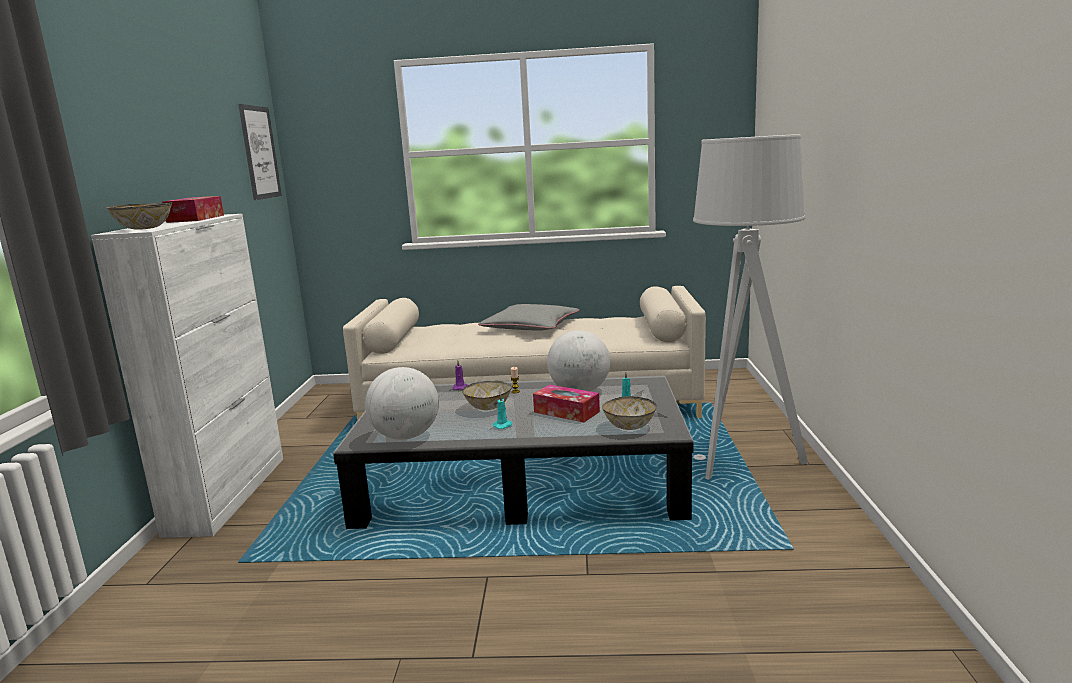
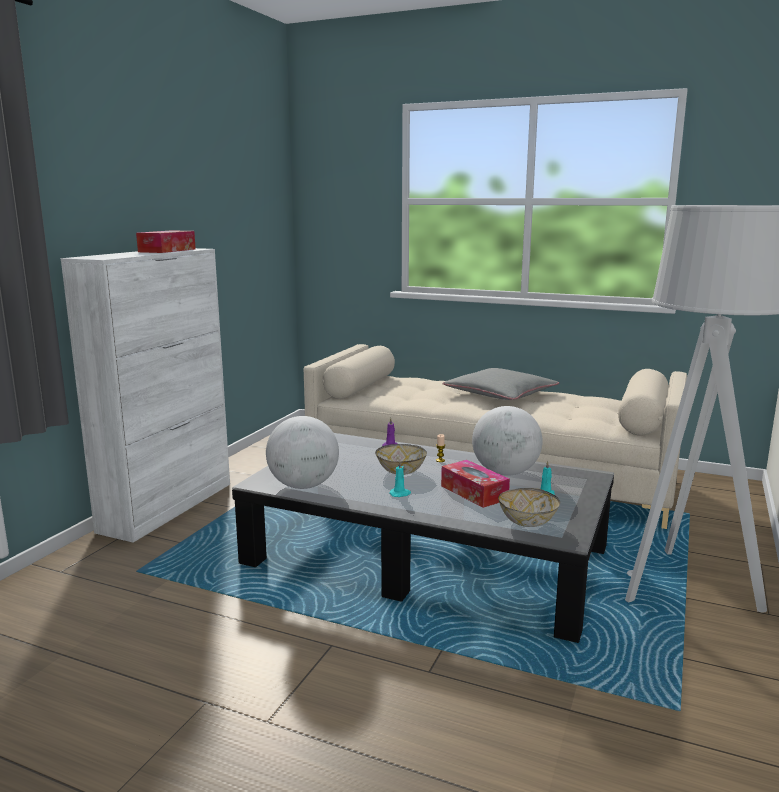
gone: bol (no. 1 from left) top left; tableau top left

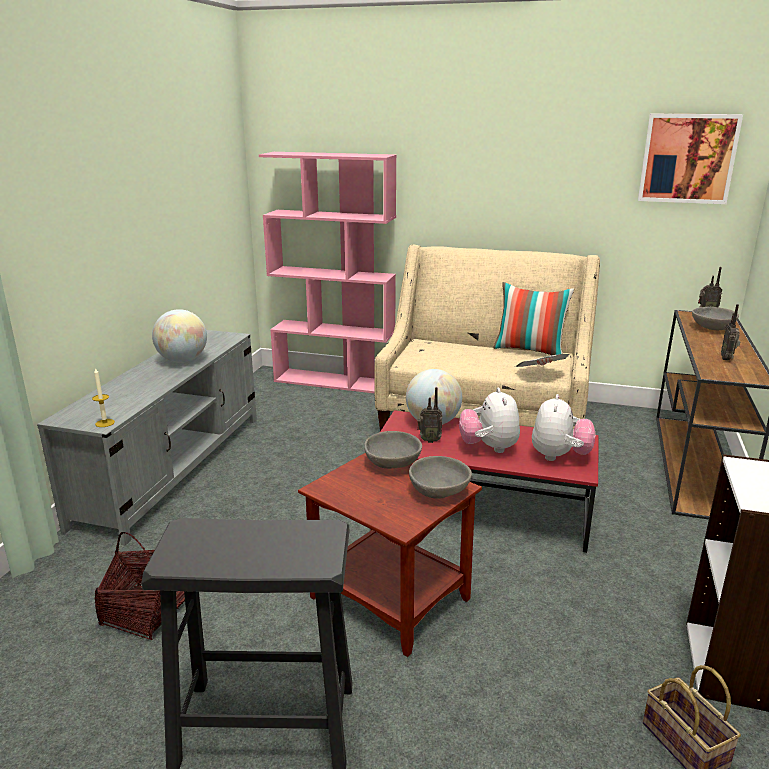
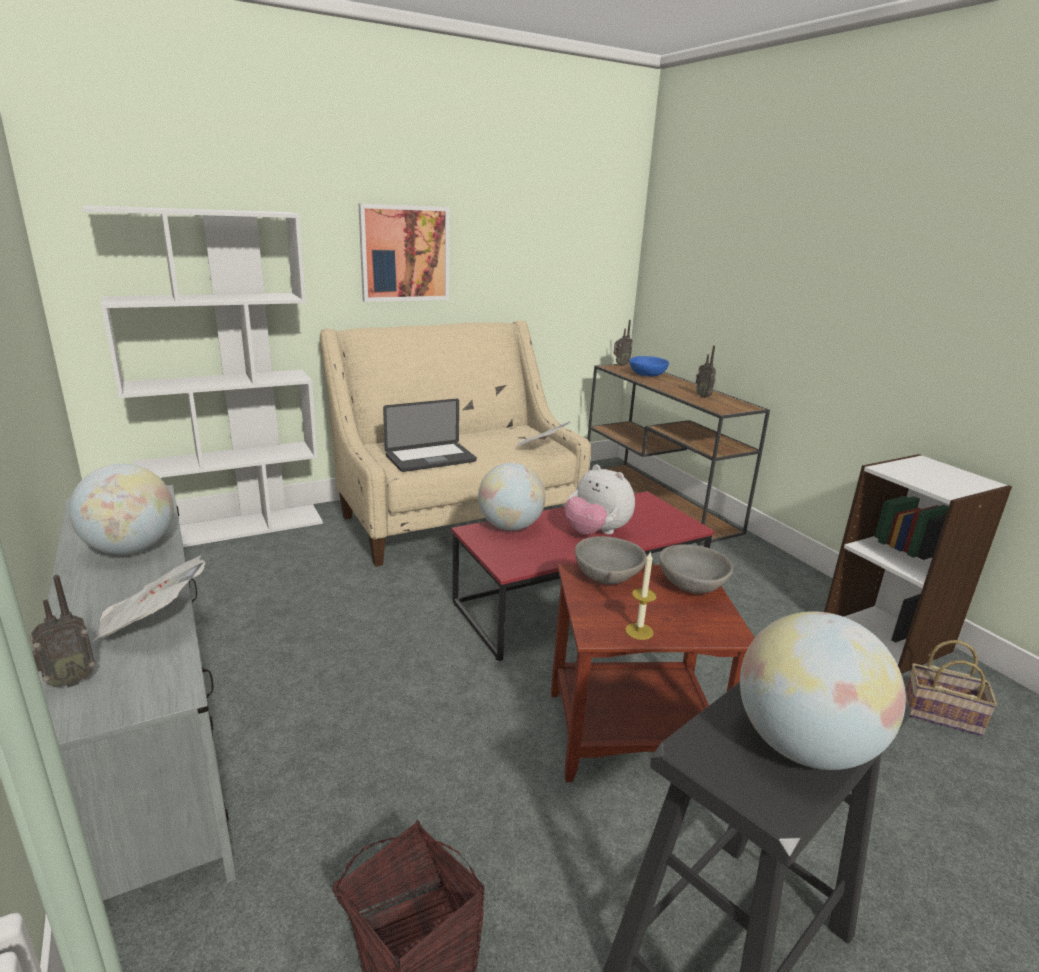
gone: coussin middle right; peluche (no. 2 from left) middle right
new: journal (no. 1 from left) middle left; ordinateur portable centre; globe (no. 3 from left) bottom right
shifted: bougie middle left to centre; radio (no. 1 from left) centre to middle left; tableau top right to top centre
repainted: bibliothèque/rose centre to bibliothèque/blanc (no. 1 from left) middle left; bol/gris (no. 3 from left) middle right to bol/bleu centre

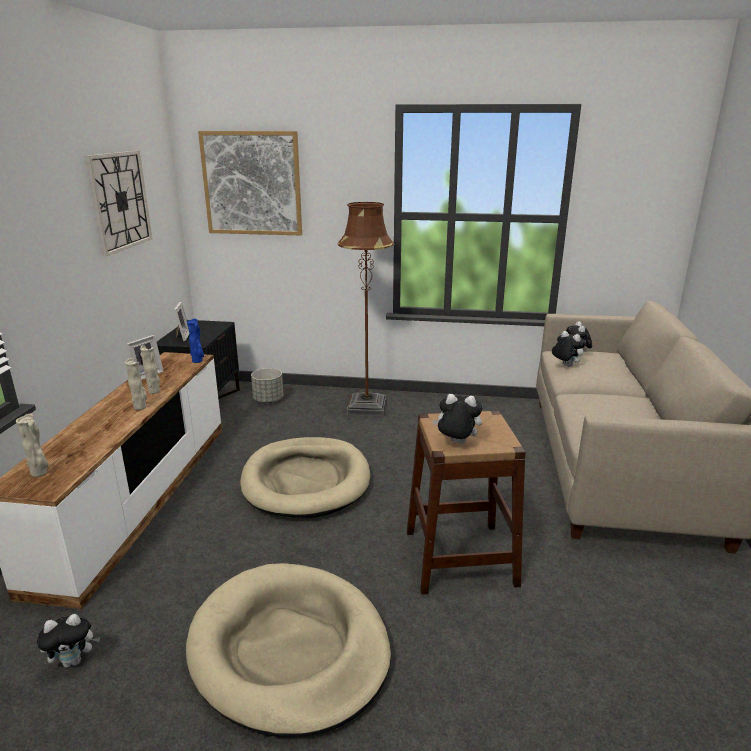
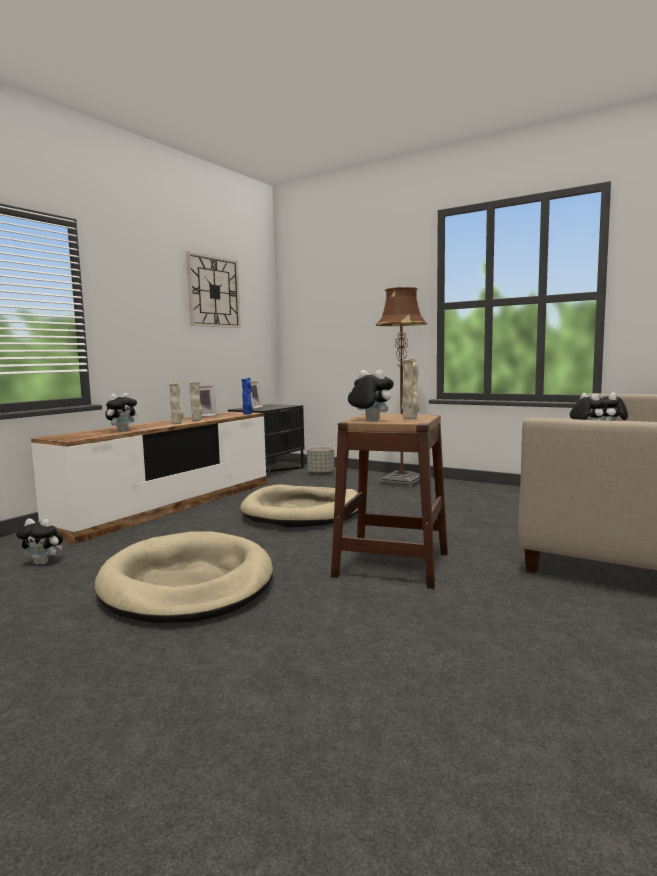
gone: tableau top left
new: peluche (no. 2 from left) middle left
shifted: vase/beige (no. 1 from left in the first image) middle left to vase/beige (no. 3 from left) centre

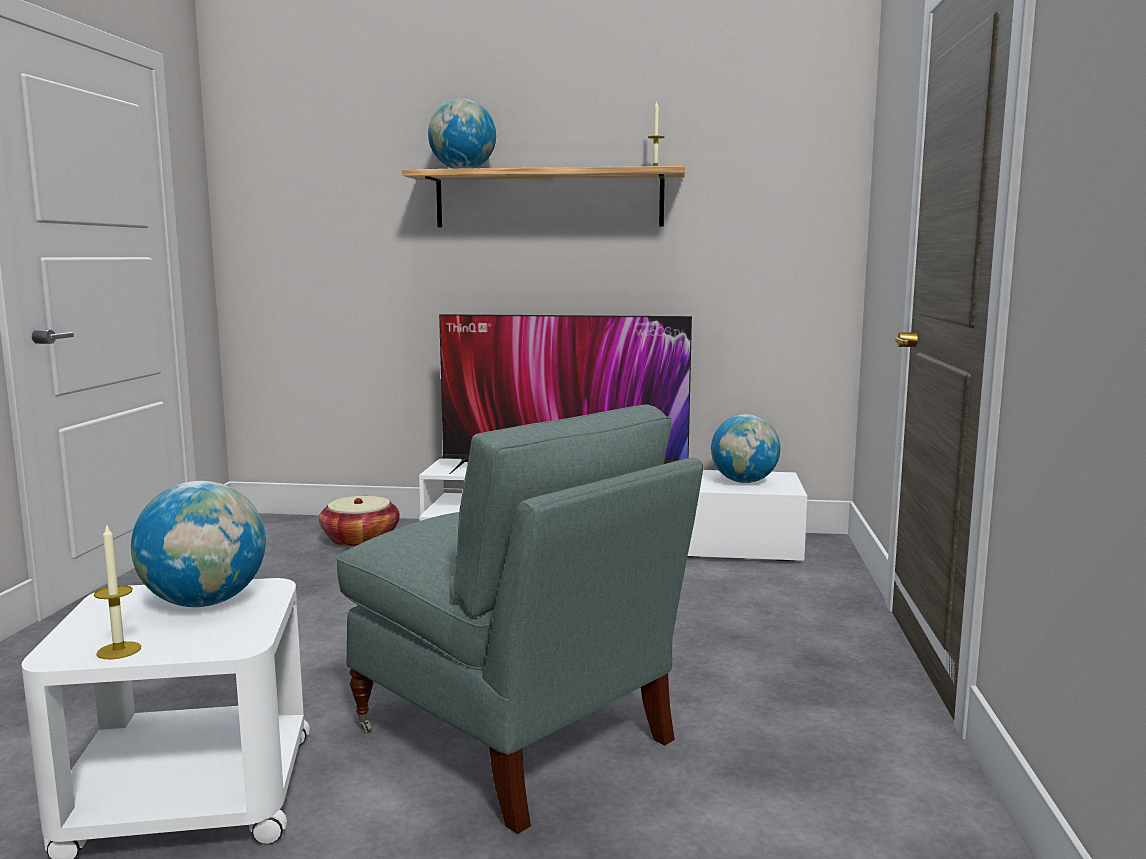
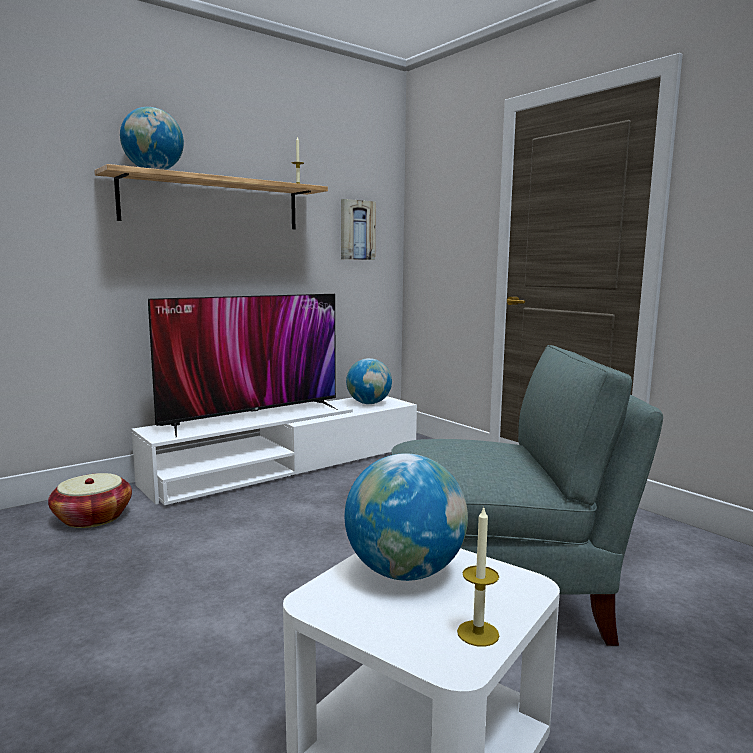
new: tableau top centre

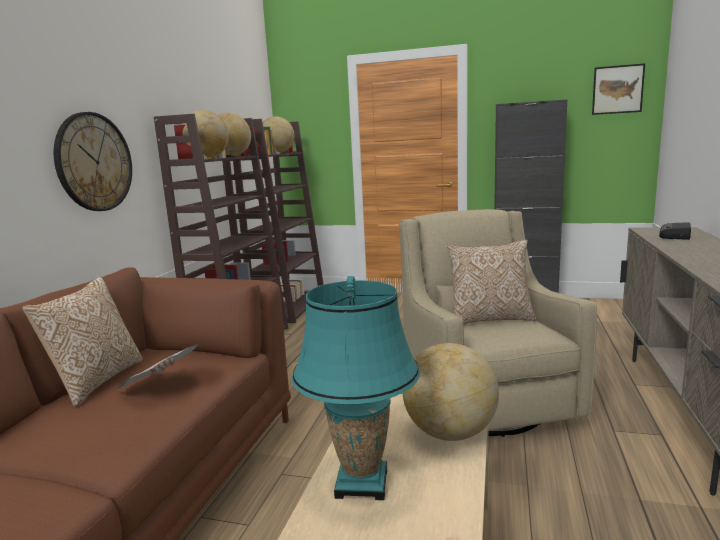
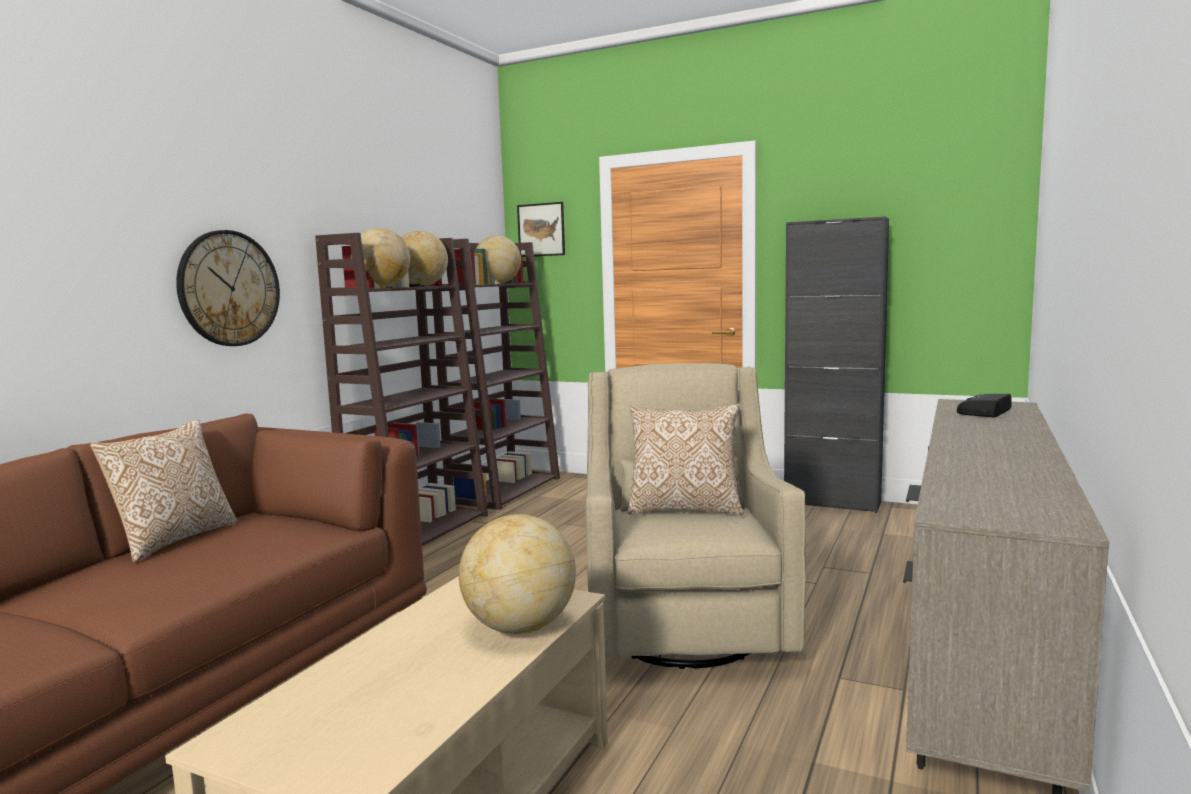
gone: journal bottom left; lampe de table/turquoise bottom centre
shifted: tableau top right to top centre

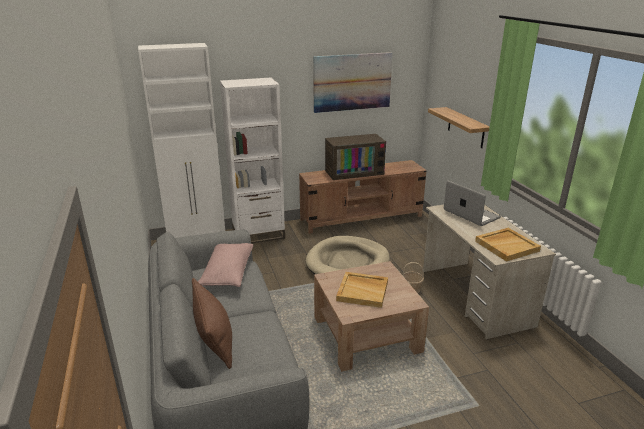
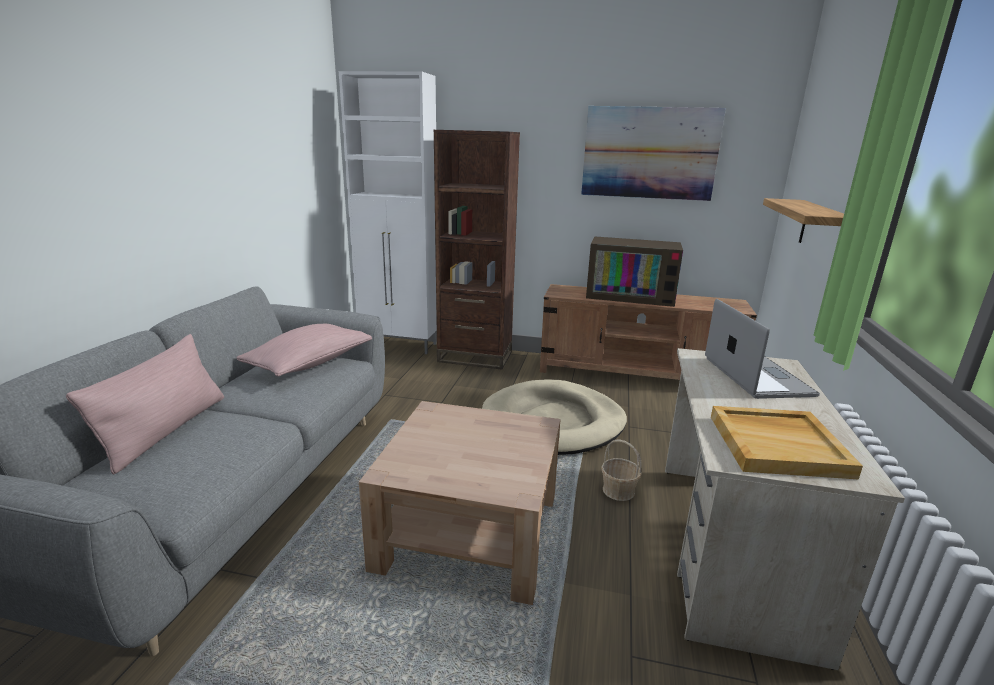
gone: plateau/beige (no. 1 from left) bottom centre
repainted: coussin/marron bottom left to coussin/rose (no. 1 from left) middle left; bibliothèque/blanc centre to bibliothèque/marron centre

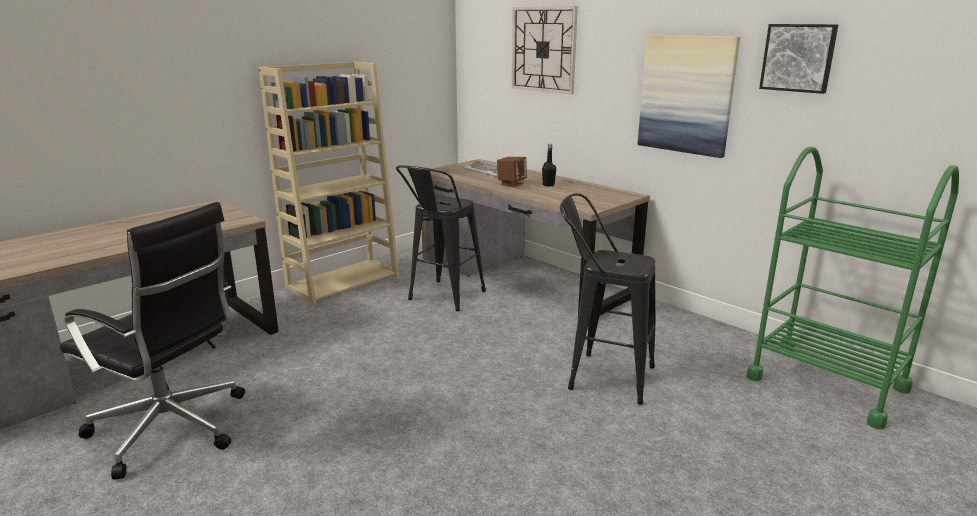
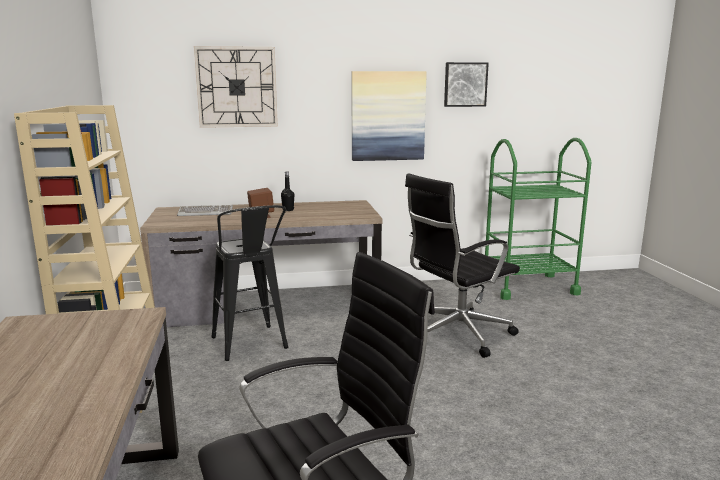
swapped: tabouret/noir (no. 2 from left) centre to chaise de bureau/noir (no. 2 from left) centre

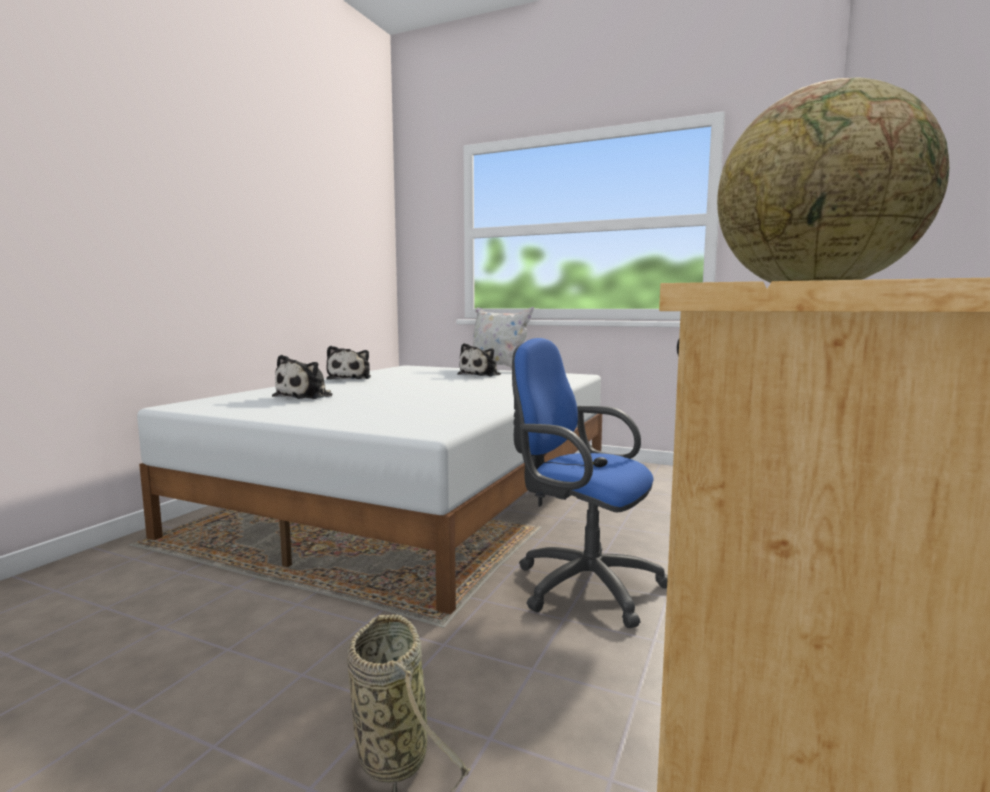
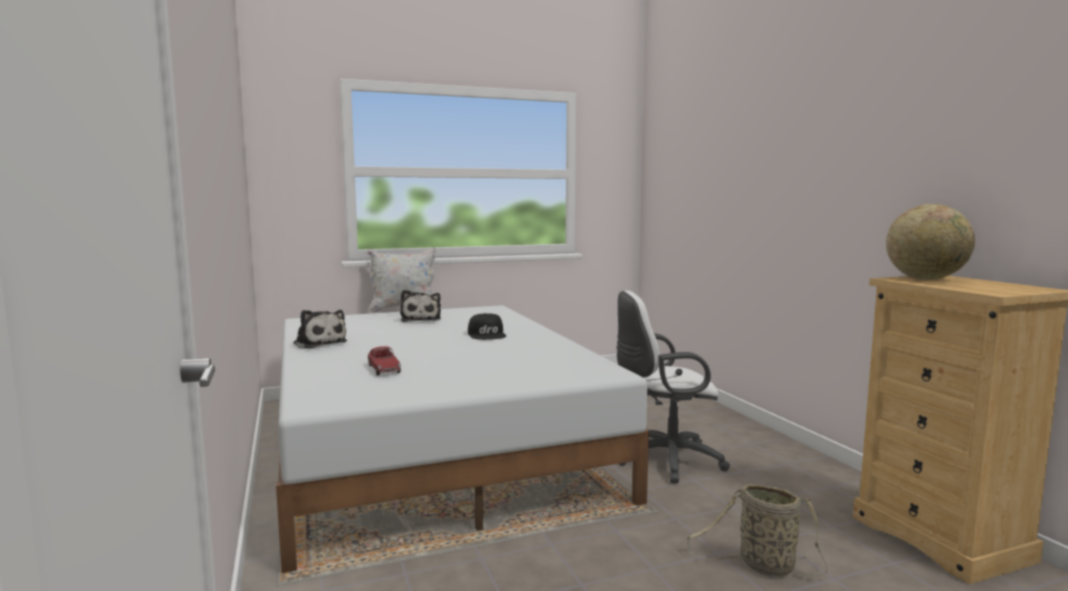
new: casquette/noir centre
swapped: peluche (no. 1 from left) middle left to petite voiture centre
repainted: chaise de bureau/bleu centre to chaise de bureau/blanc centre

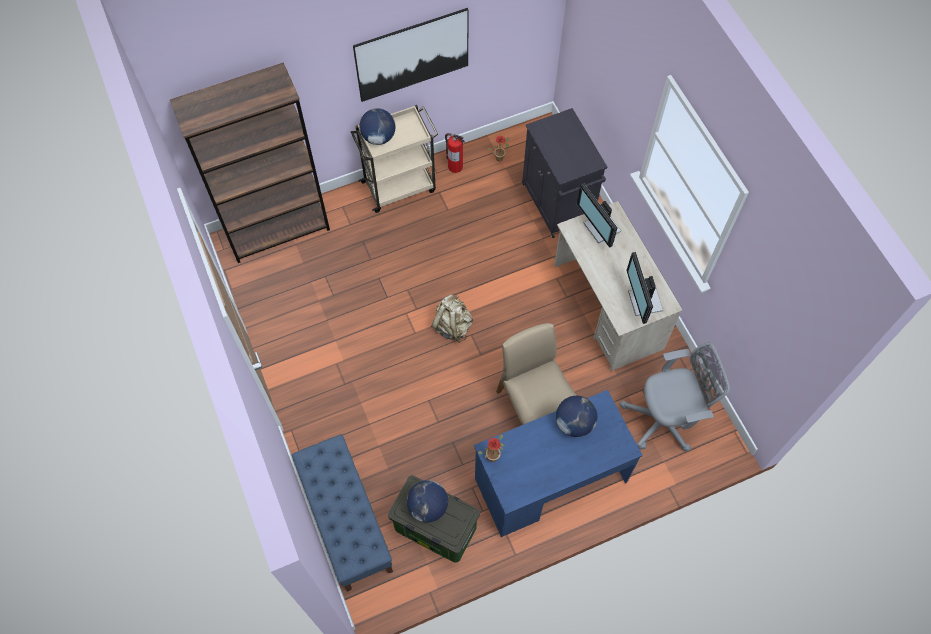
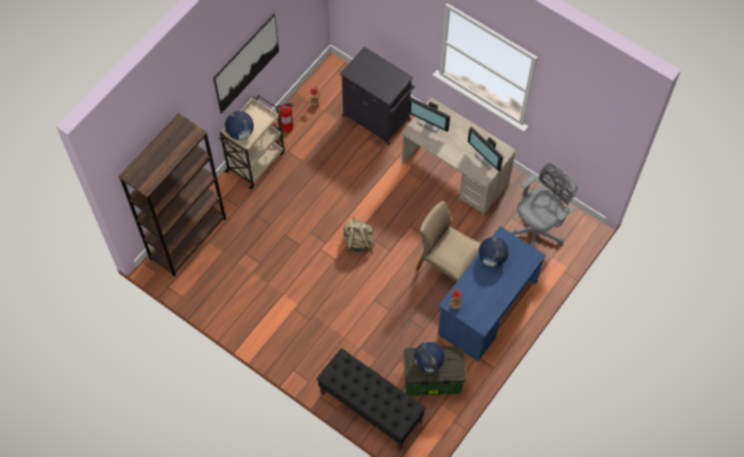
repainted: banc/bleu bottom centre to banc/noir bottom centre

